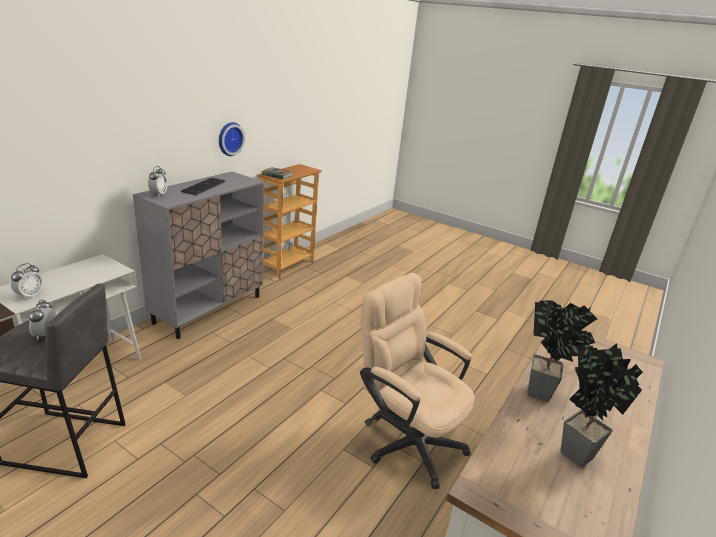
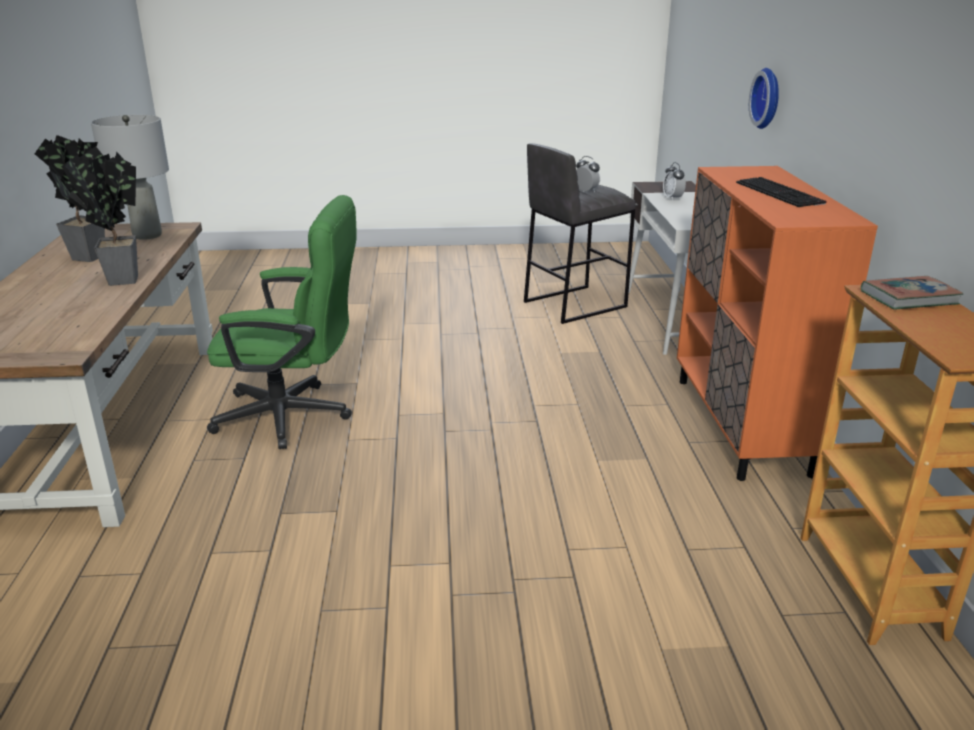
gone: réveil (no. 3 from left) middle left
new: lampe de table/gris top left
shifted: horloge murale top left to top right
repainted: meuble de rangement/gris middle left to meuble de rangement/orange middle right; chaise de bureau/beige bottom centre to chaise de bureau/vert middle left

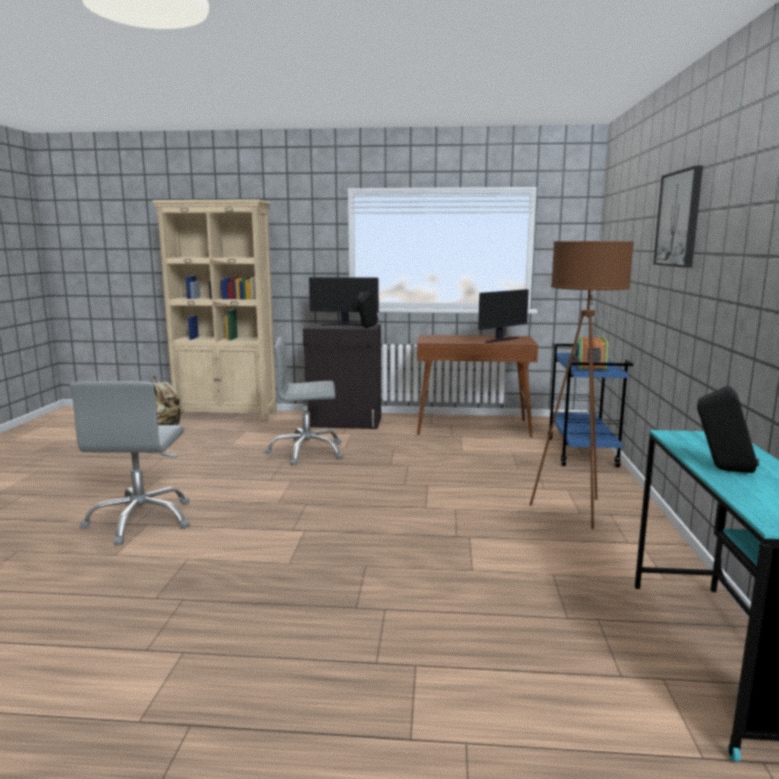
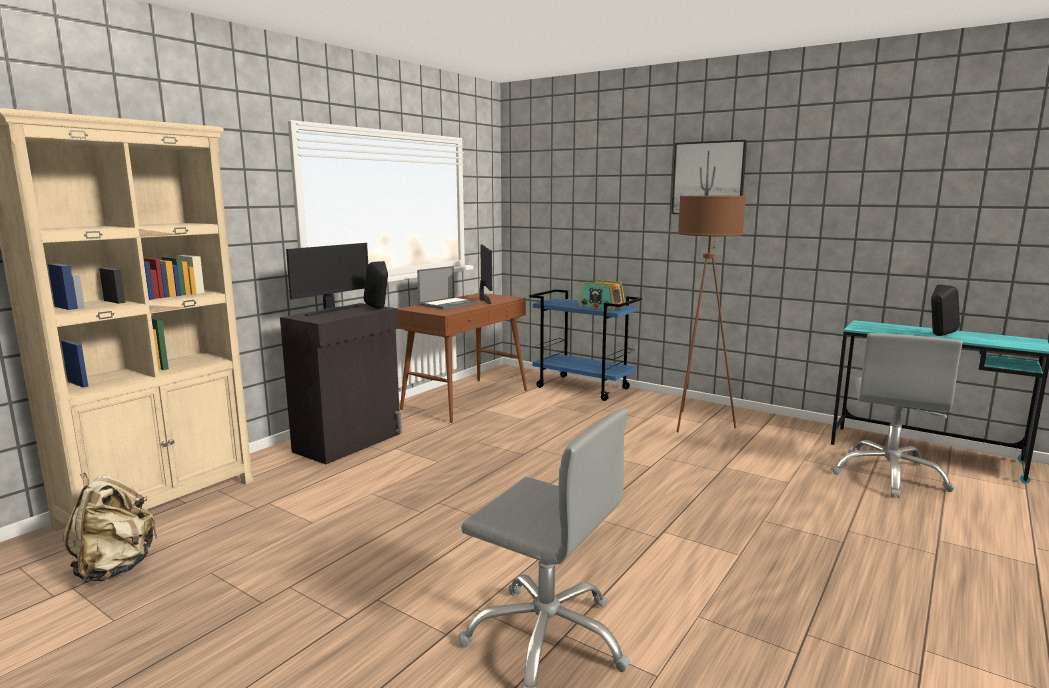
new: ordinateur portable centre
shifted: chaise de bureau/gris (no. 2 from left) centre to middle right

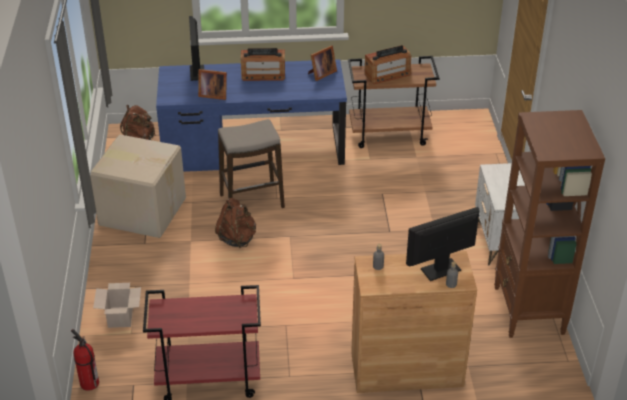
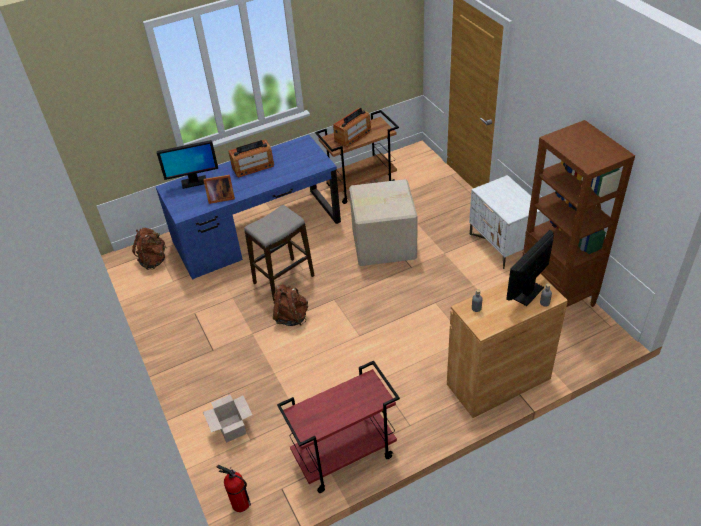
gone: cadre photo (no. 2 from left) top centre
shifted: carton (no. 2 from left) middle left to centre
rotated: écran d'ordinateur (no. 1 from left) top left = top left 75 degrees counterclockwise

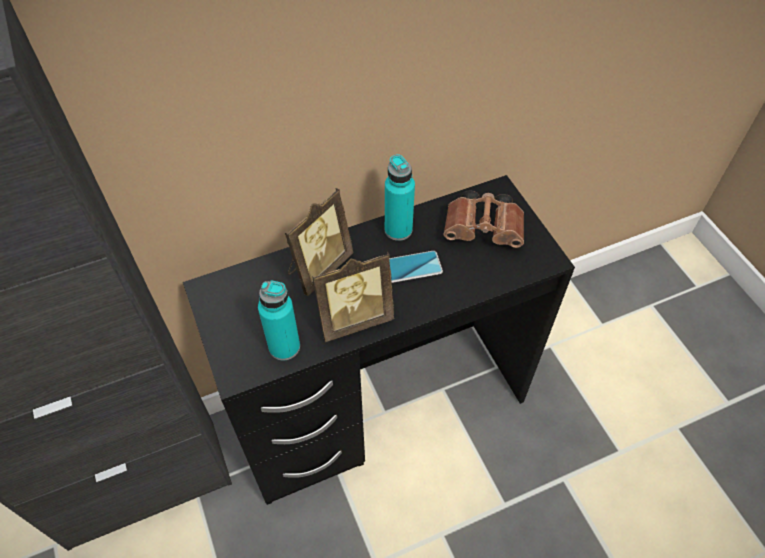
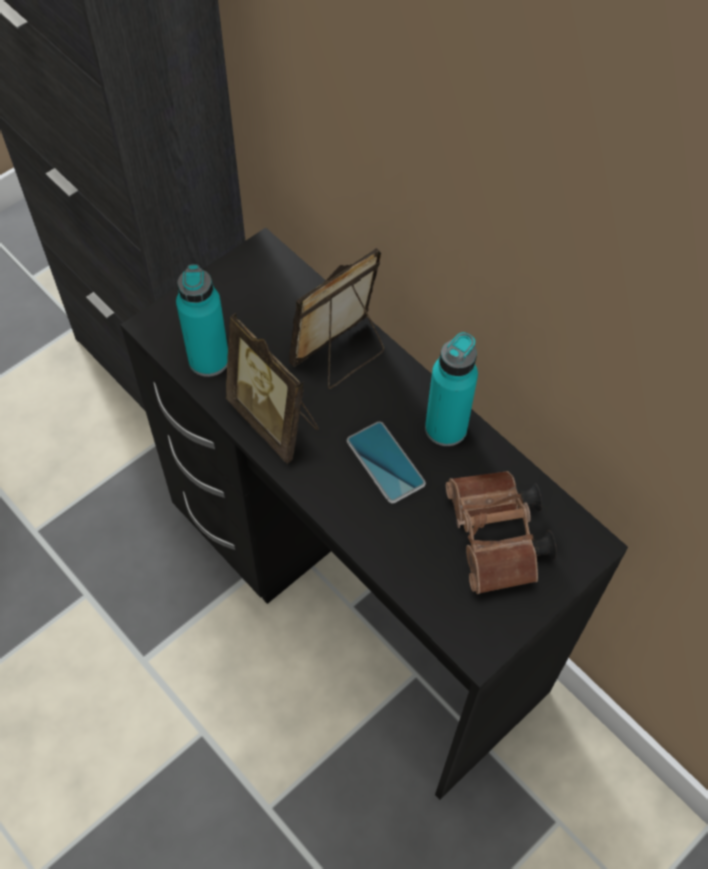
rotated: cadre photo (no. 1 from left in the first image) centre = centre 120 degrees clockwise

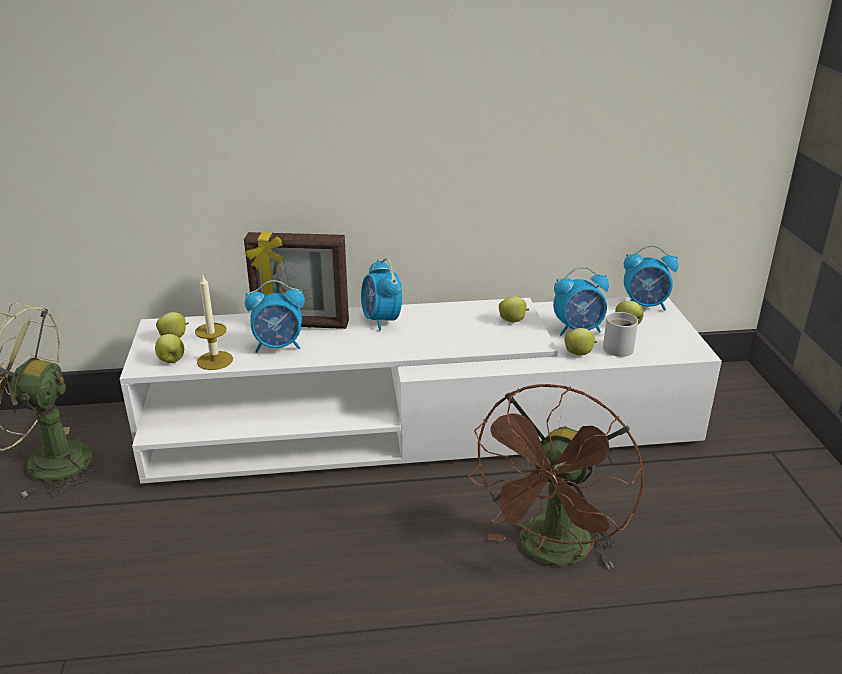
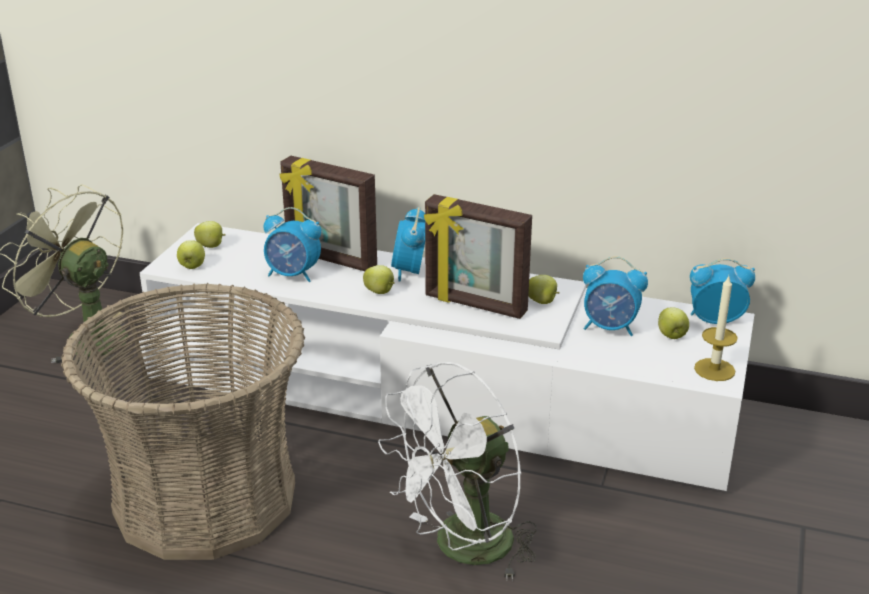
gone: mug/blanc middle right
new: panier bottom left; cadre photo (no. 2 from left) centre
shifted: bougie middle left to middle right; pomme (no. 4 from left in the first image) middle right to pomme (no. 3 from left) centre
repainted: ventilateur/marron bottom centre to ventilateur/blanc bottom centre
rotated: réveil (no. 4 from left) middle right = middle right 150 degrees clockwise

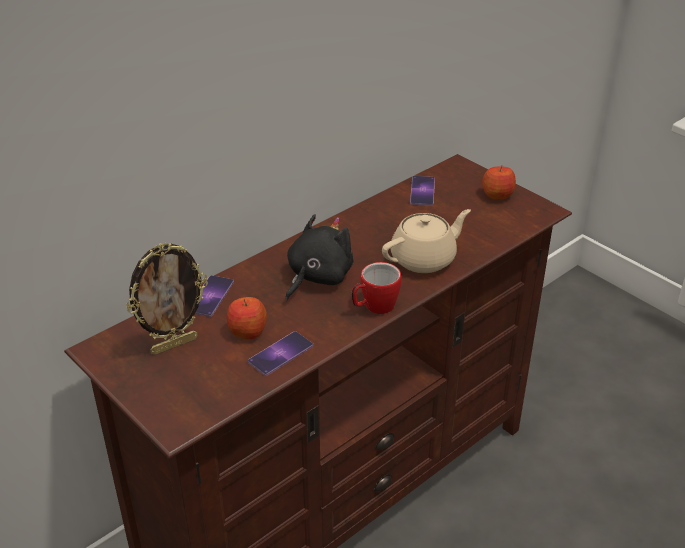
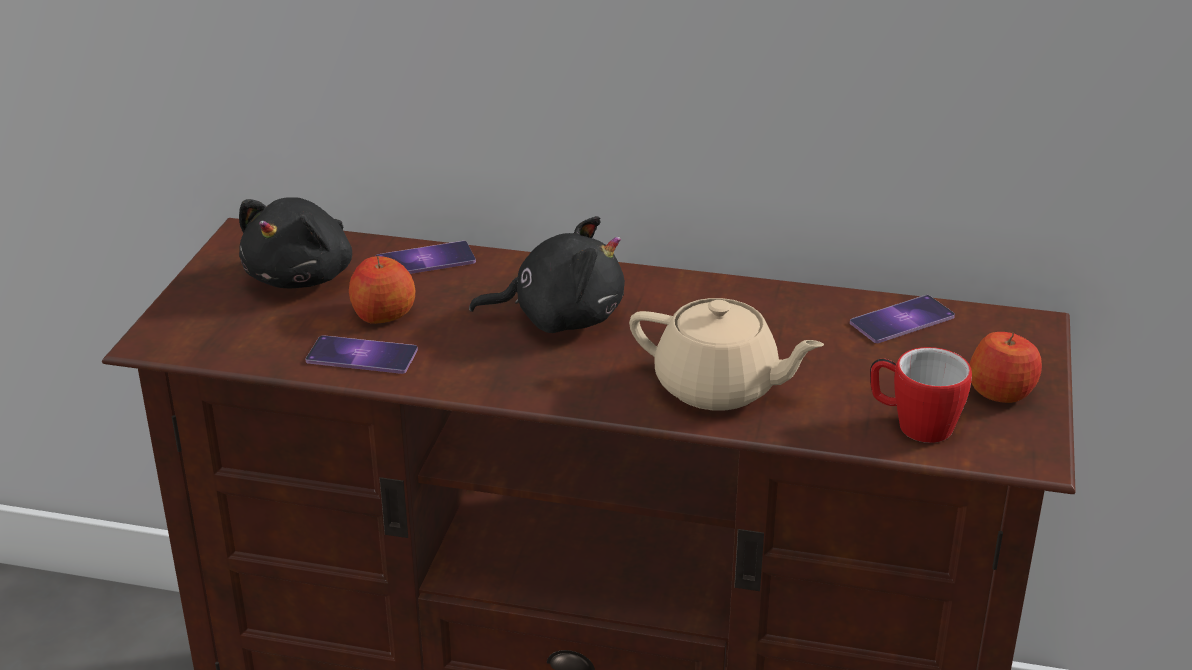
shifted: mug centre to middle right
swapped: cadre photo middle left to peluche/noir (no. 1 from left) middle left

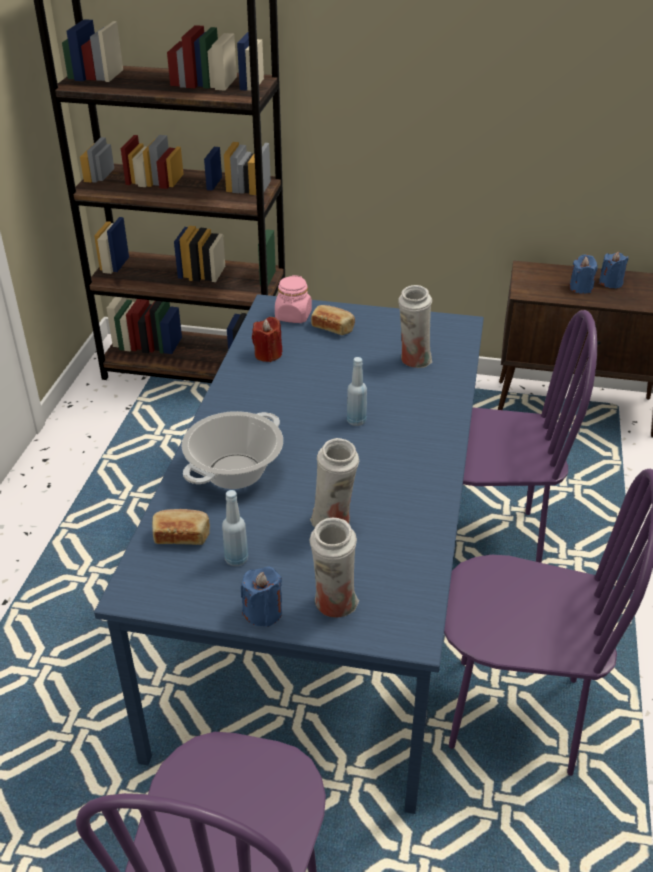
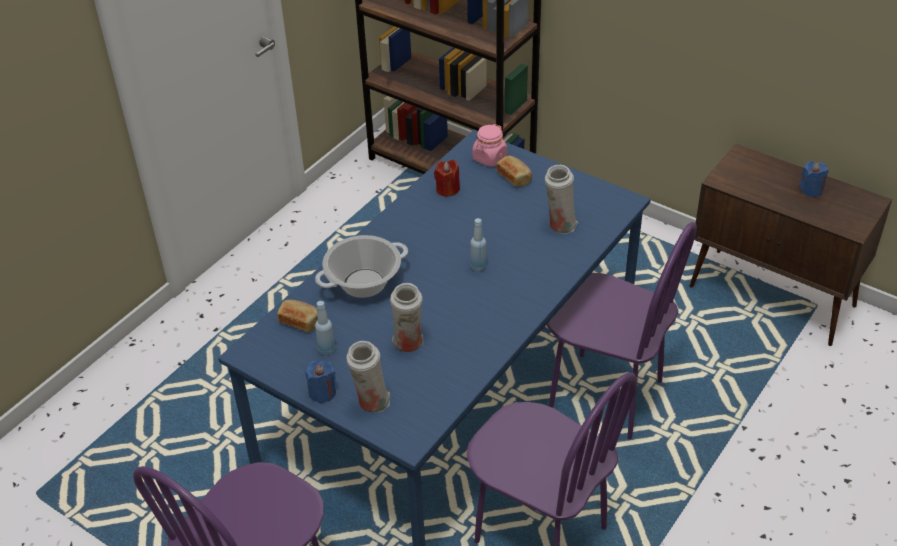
gone: bougie/bleu (no. 2 from left) top right

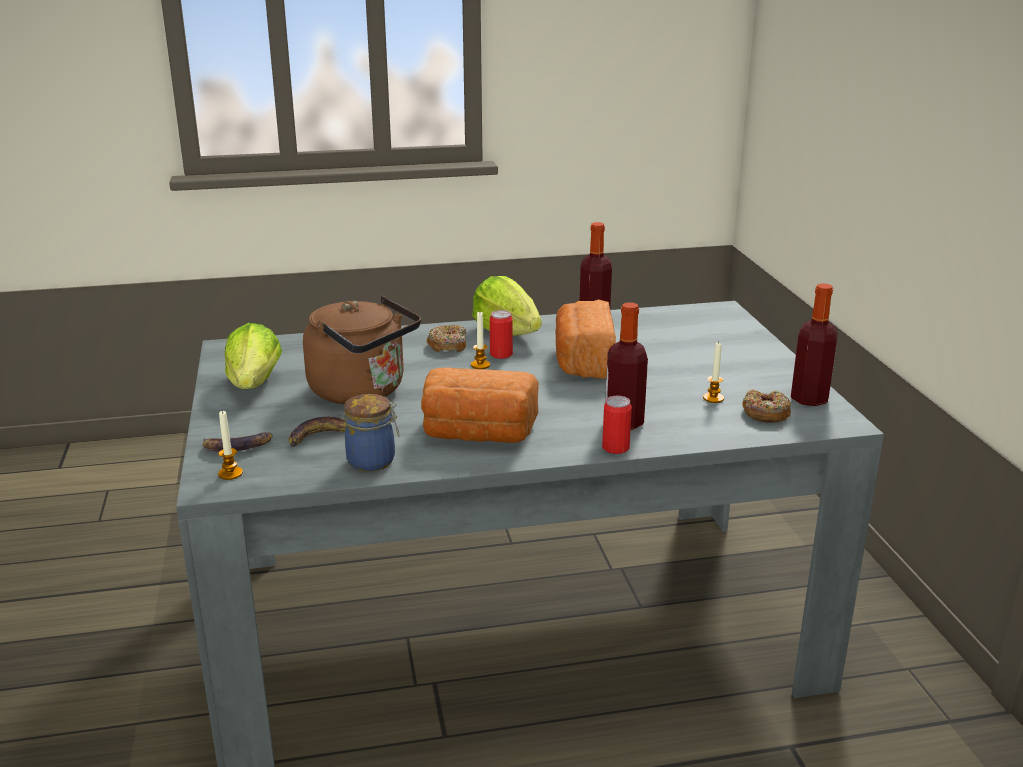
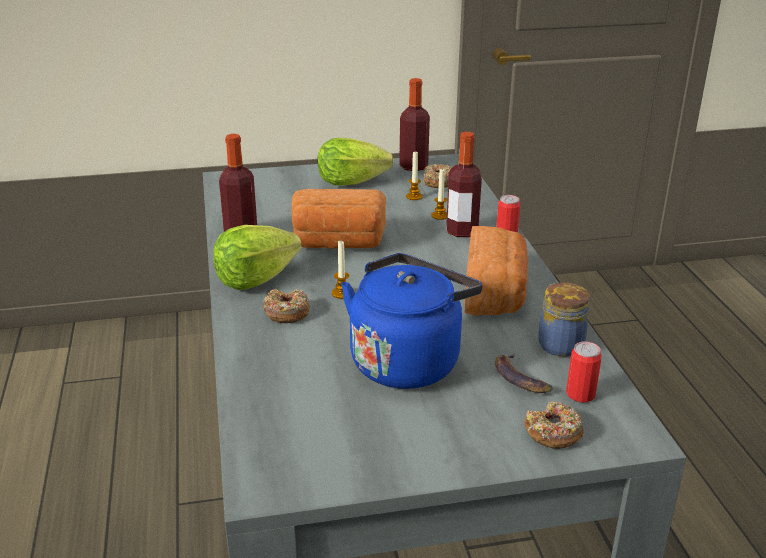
shifted: bougie (no. 1 from left in the first image) middle left to bougie (no. 3 from left) centre; laitue (no. 1 from left in the first image) middle left to laitue (no. 2 from left) top centre; boîte métallique (no. 1 from left in the first image) centre to boîte métallique (no. 2 from left) middle right
swapped: banane (no. 1 from left) middle left to beignet (no. 3 from left) bottom right
repainted: bouilloire/marron centre to bouilloire/bleu centre

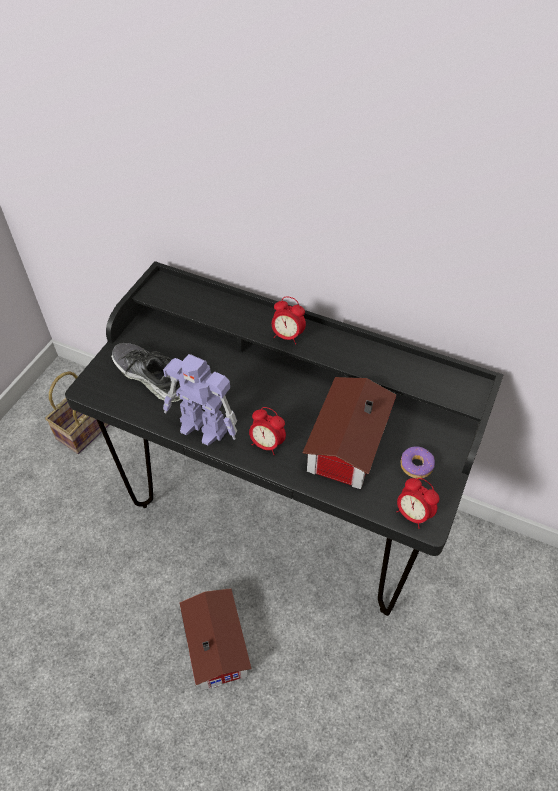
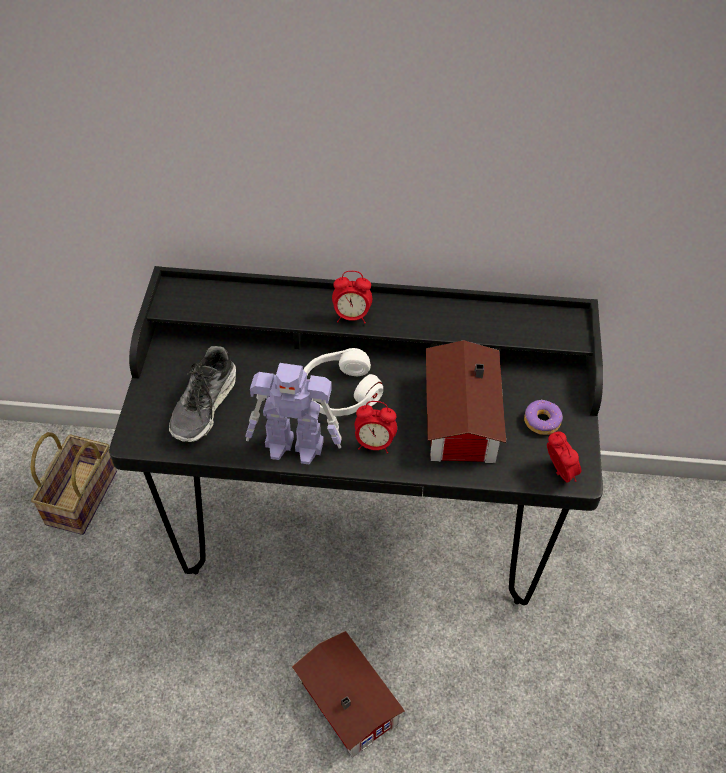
new: casque audio/blanc centre
rotated: chaussure middle left = middle left 90 degrees counterclockwise; réveil (no. 3 from left) middle right = middle right 135 degrees counterclockwise

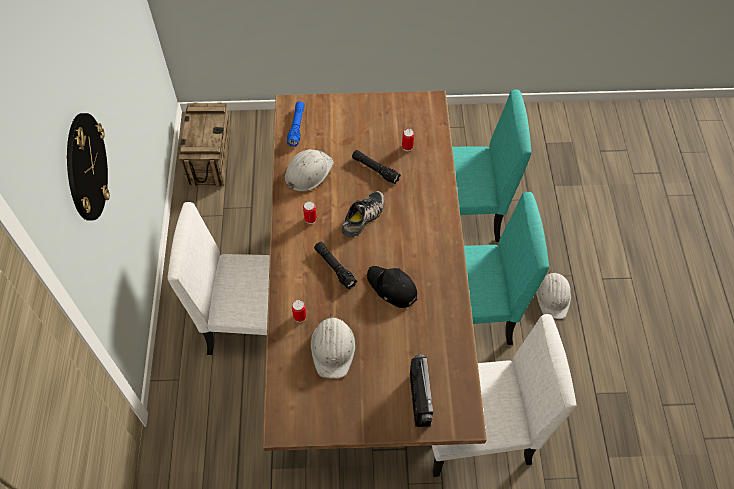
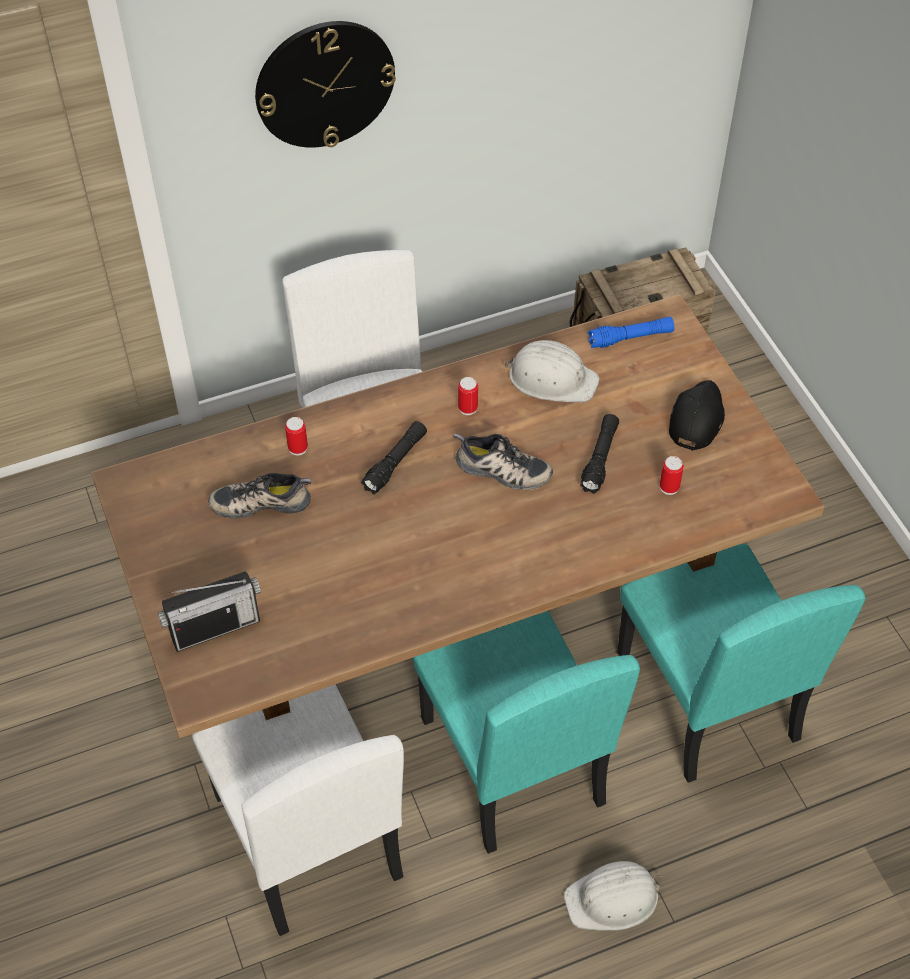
shifted: casquette/noir centre to middle right
swapped: casque de chantier/blanc (no. 2 from left) bottom centre to chaussure (no. 1 from left) middle left

